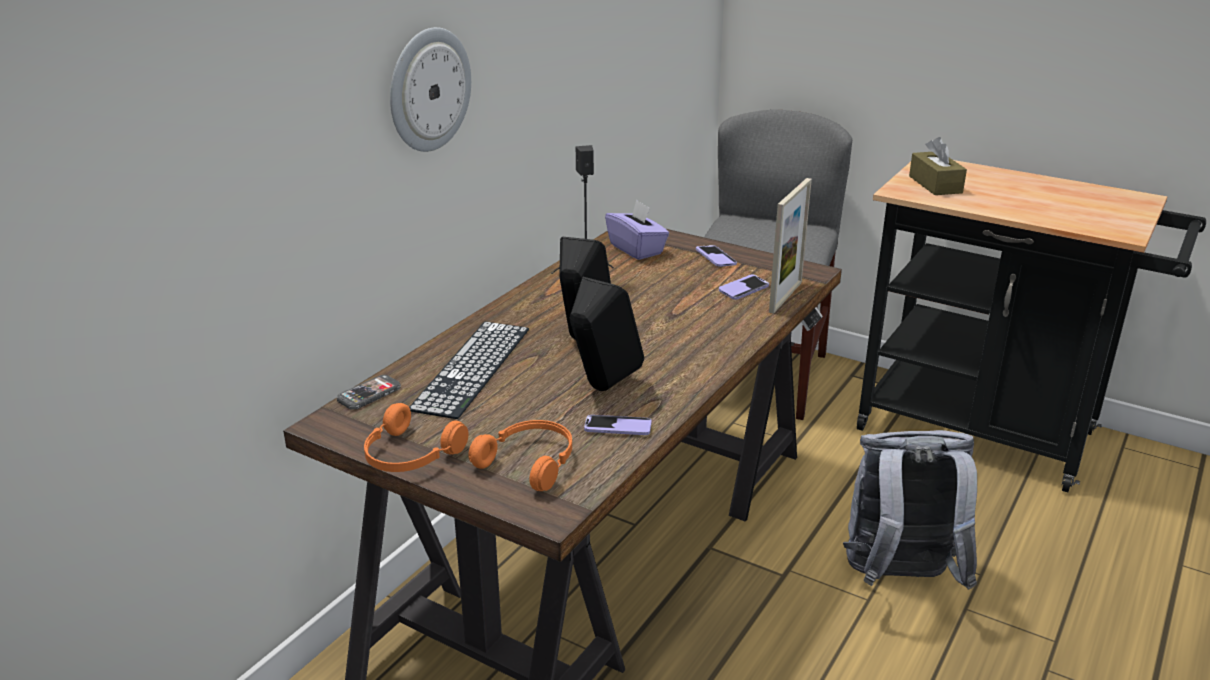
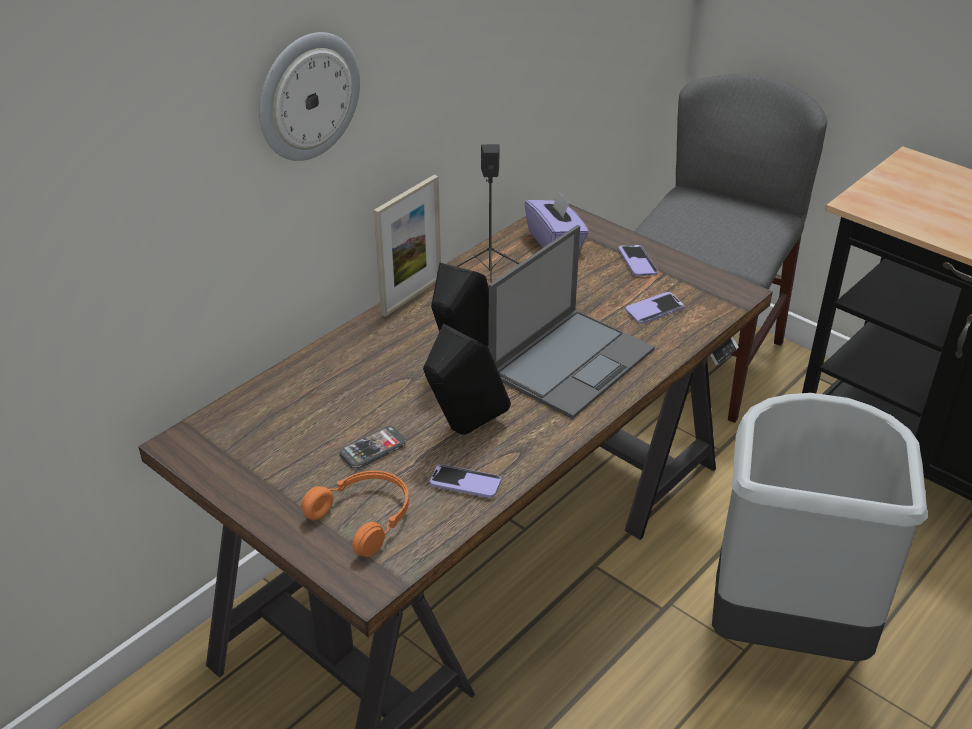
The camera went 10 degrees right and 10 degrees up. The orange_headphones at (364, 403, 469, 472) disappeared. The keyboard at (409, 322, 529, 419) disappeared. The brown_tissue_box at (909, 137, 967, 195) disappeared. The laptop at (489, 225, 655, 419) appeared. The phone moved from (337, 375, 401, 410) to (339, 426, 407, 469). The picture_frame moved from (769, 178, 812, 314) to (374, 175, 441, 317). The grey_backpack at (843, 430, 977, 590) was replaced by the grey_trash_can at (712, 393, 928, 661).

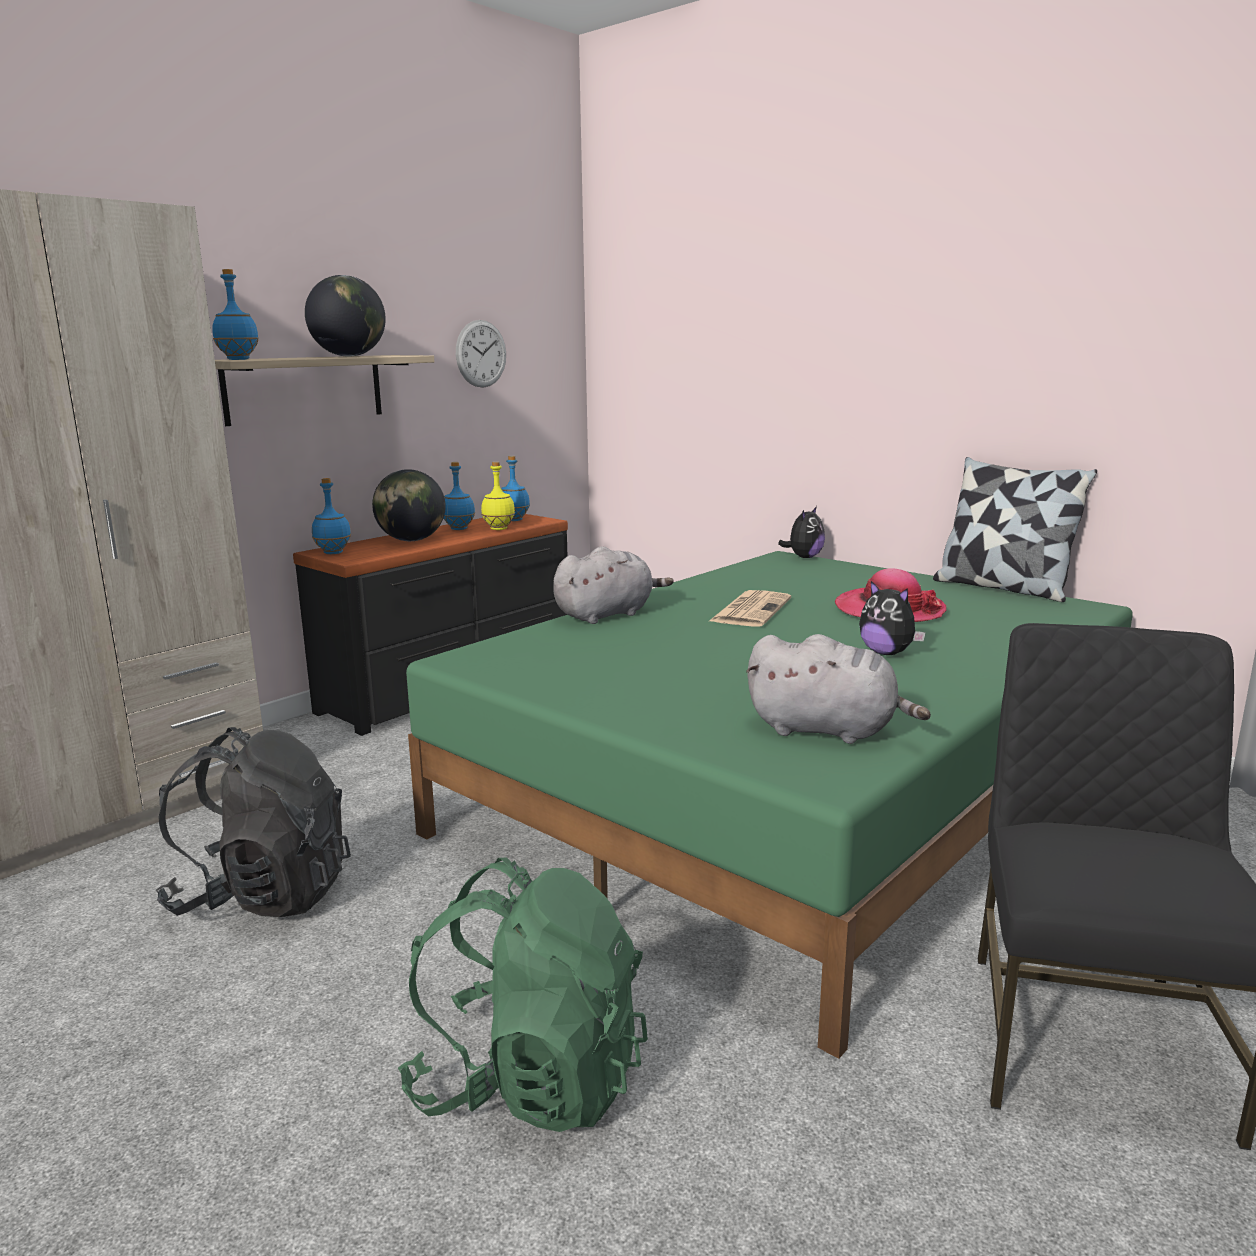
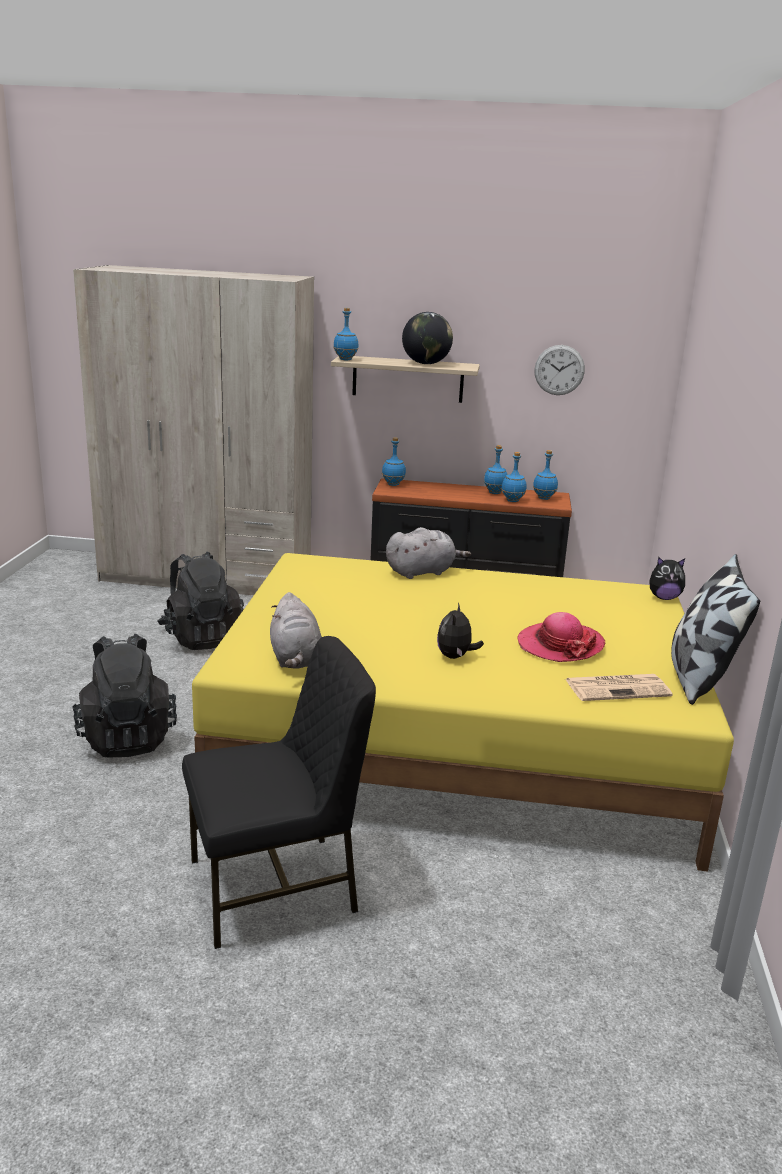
The camera went 55 degrees right and 5 degrees up. The globe at (372, 469, 446, 541) disappeared. The newspaper moved from (708, 590, 791, 627) to (565, 674, 673, 701). The green_backpack at (398, 857, 648, 1132) became the black_backpack at (72, 634, 177, 758). The green_bed at (406, 551, 1133, 1059) became the yellow_bed at (192, 553, 734, 872). The yellow_bottle at (481, 462, 515, 530) became the blue_bottle at (501, 452, 527, 502). The grey_plush_toy at (553, 546, 673, 624) turned 45 degrees counterclockwise.

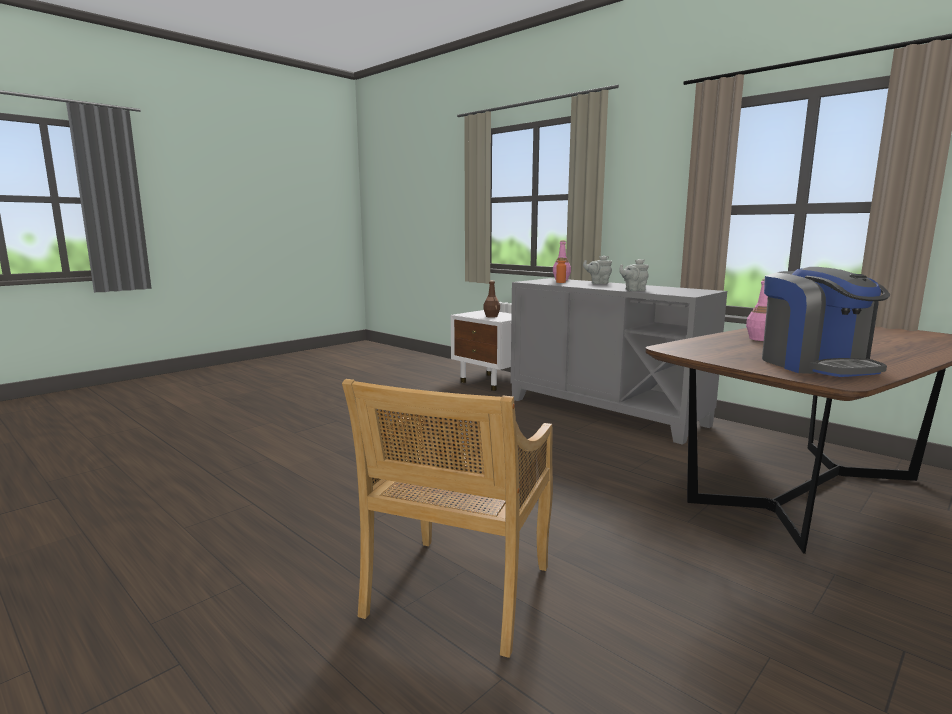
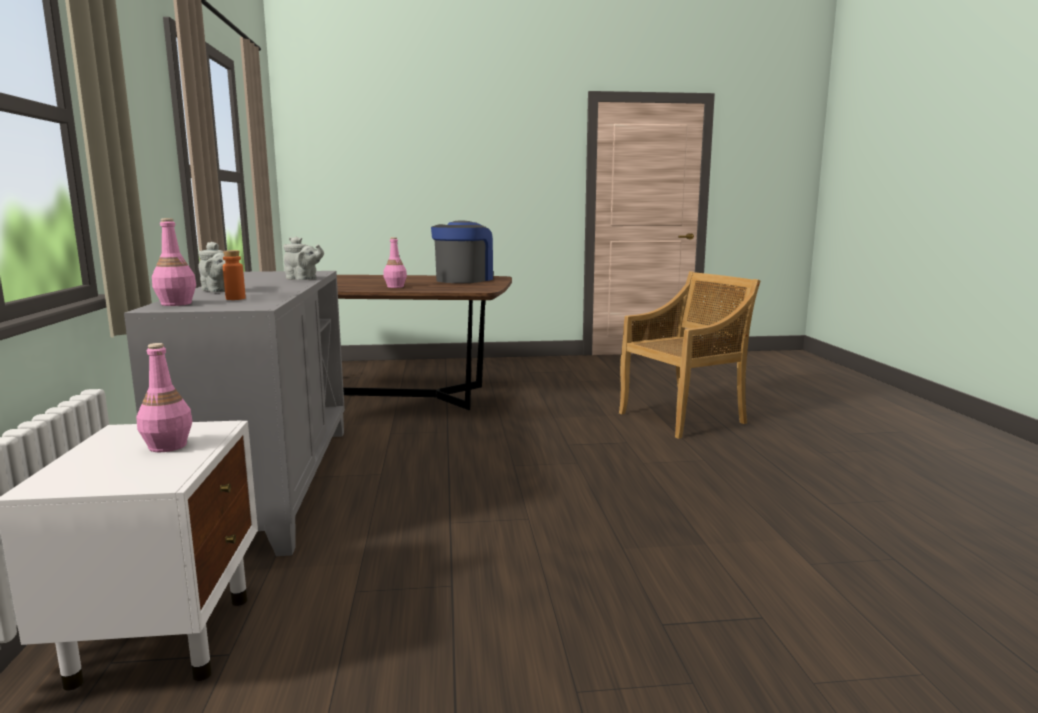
The camera went 140 degrees left and 0 degrees up. The brown_bottle at (483, 280, 500, 318) became the pink_bottle at (136, 343, 192, 452).

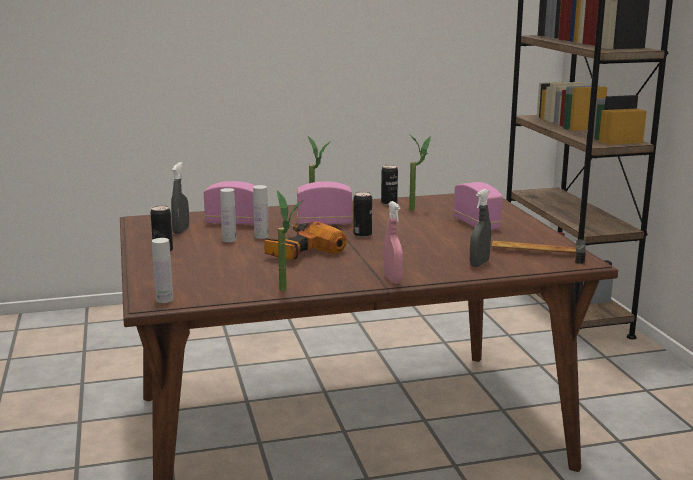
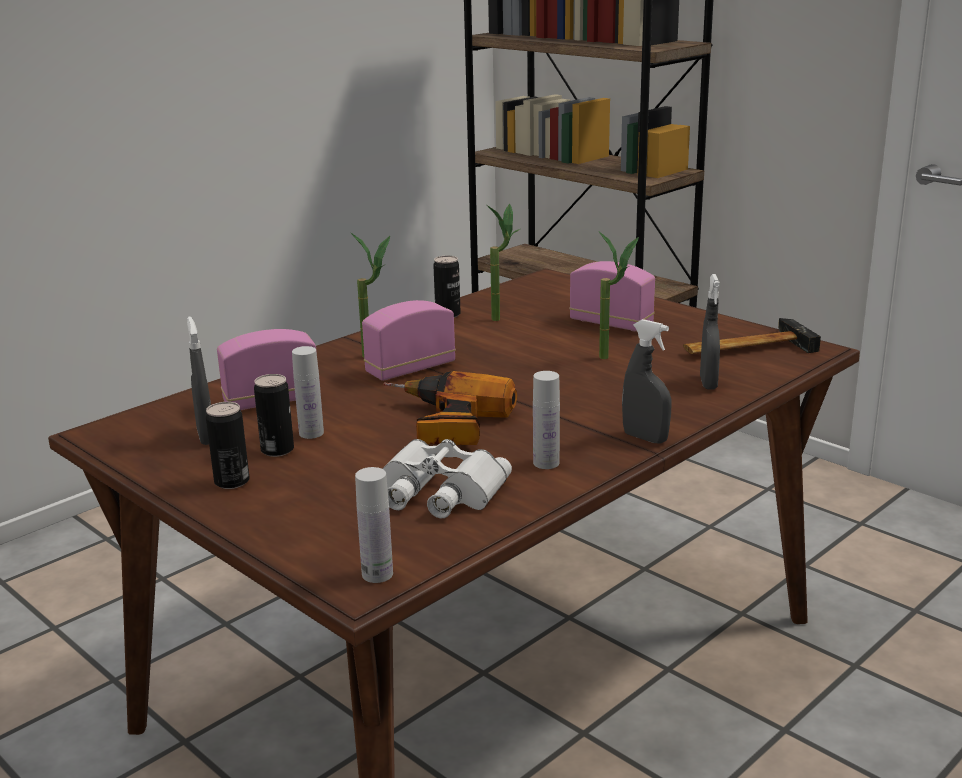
The camera went 30 degrees left and 5 degrees up. The white_binoculars at (382, 439, 512, 518) appeared. The white_bottle moved from (253, 185, 269, 239) to (533, 371, 560, 469). The potted_plant moved from (277, 190, 303, 291) to (599, 232, 639, 359). The can moved from (354, 191, 372, 237) to (254, 374, 294, 457). The pink_spray_bottle at (384, 201, 403, 284) became the grey_spray_bottle at (622, 319, 671, 444).

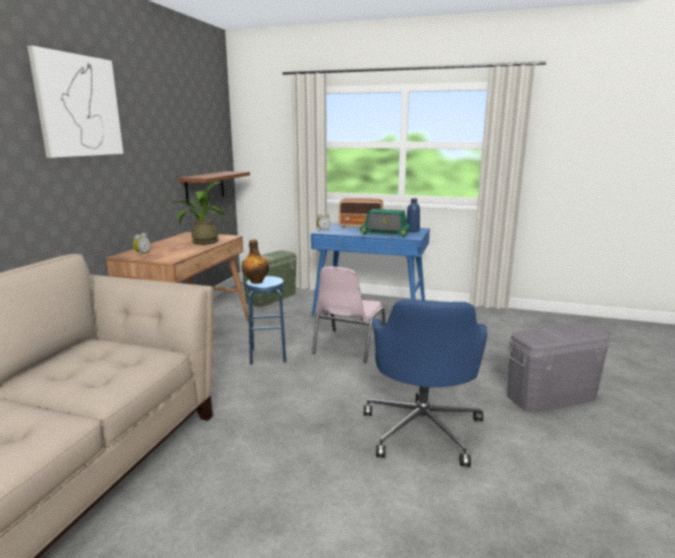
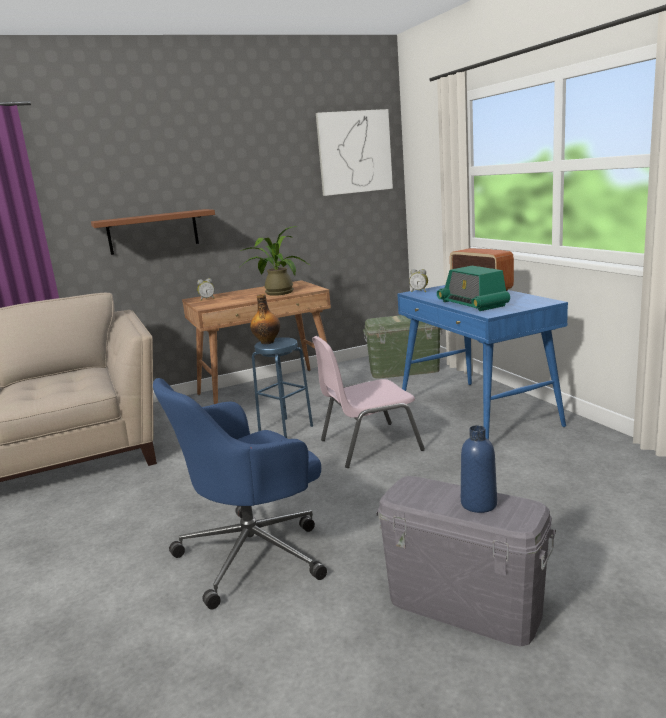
The camera went 50 degrees right and 0 degrees up. The picture moved from (27, 46, 124, 158) to (316, 109, 393, 196). The brown_shelf moved from (178, 171, 250, 205) to (91, 209, 215, 255). The blue_bottle moved from (407, 198, 420, 232) to (461, 425, 497, 513).

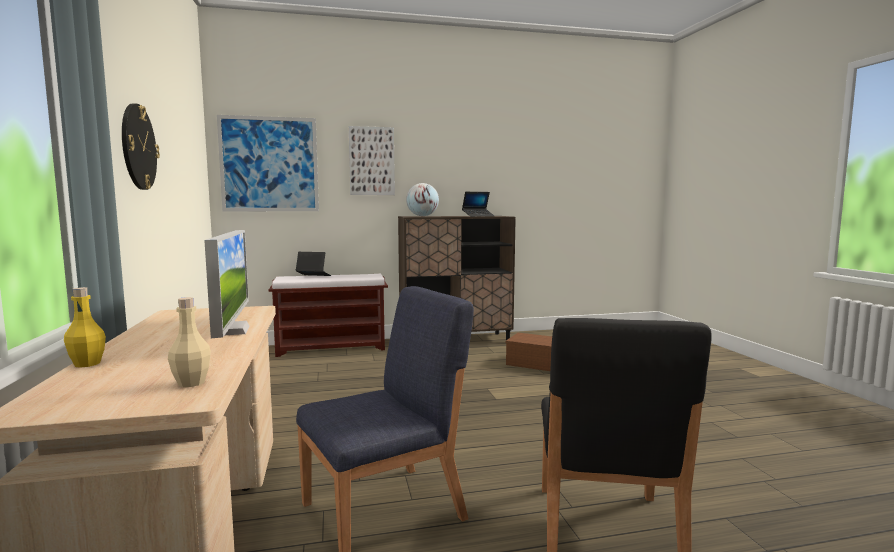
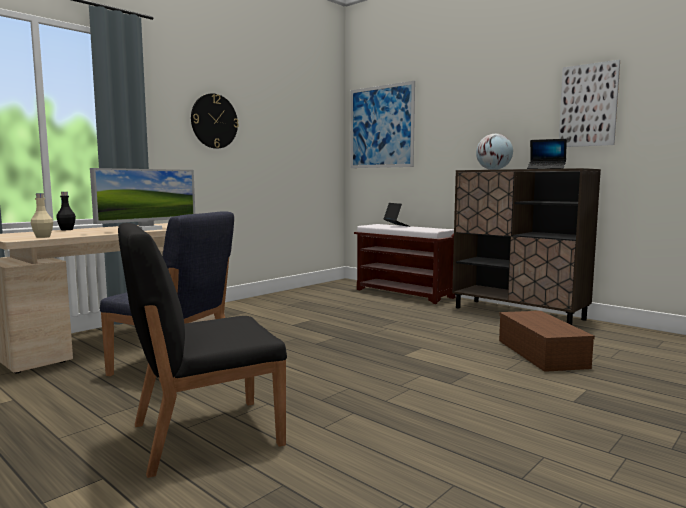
The camera went 55 degrees right and 0 degrees up. The picture moved from (348, 126, 395, 195) to (559, 60, 620, 147). The yellow_bottle at (64, 287, 106, 368) became the black_bottle at (56, 192, 76, 230).

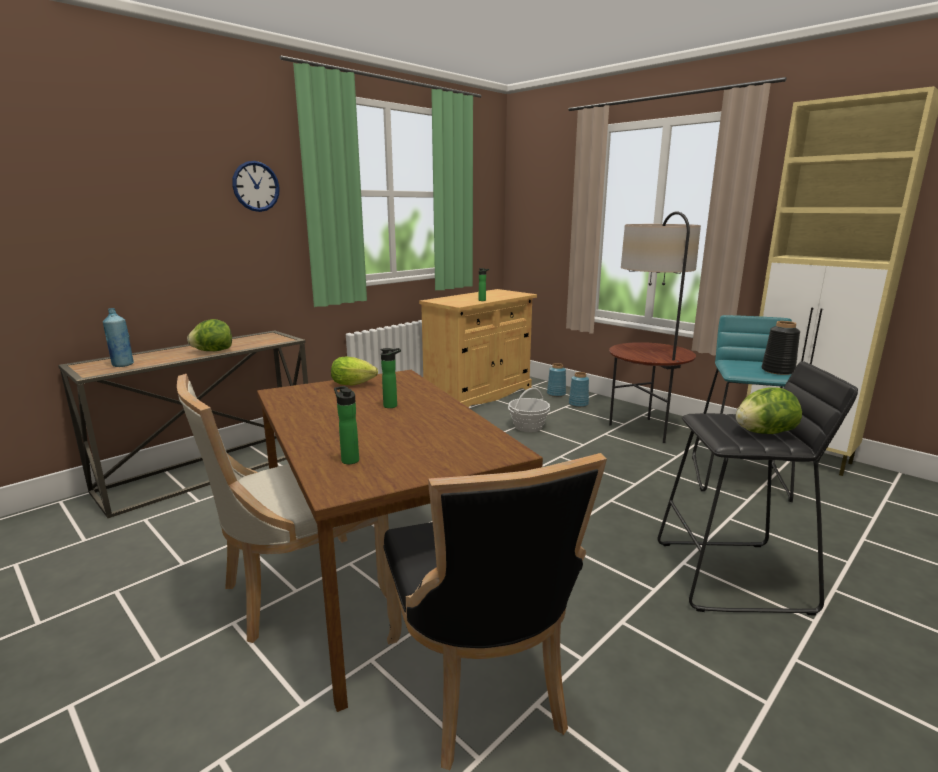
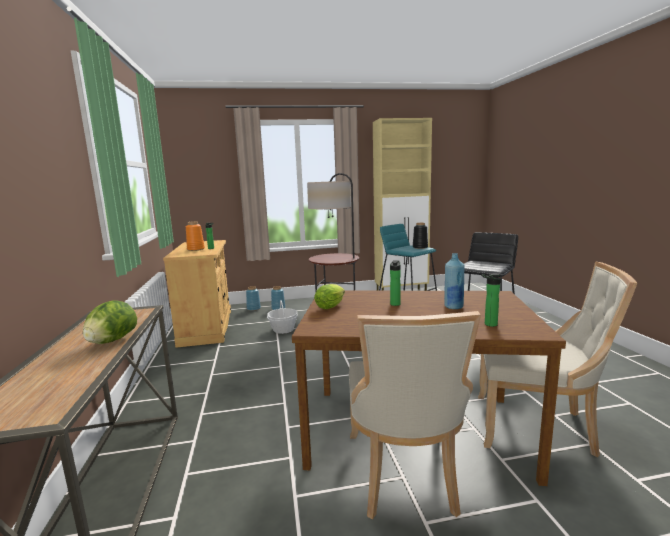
The camera went 55 degrees left and 5 degrees down. The wall_clock at (232, 161, 280, 212) disappeared. The lettuce at (736, 387, 802, 434) disappeared. The orange_vase at (186, 221, 205, 251) appeared. The blue_bottle moved from (103, 308, 134, 367) to (444, 253, 465, 309). The black_chair at (383, 453, 607, 770) became the beige_chair at (478, 262, 637, 457).

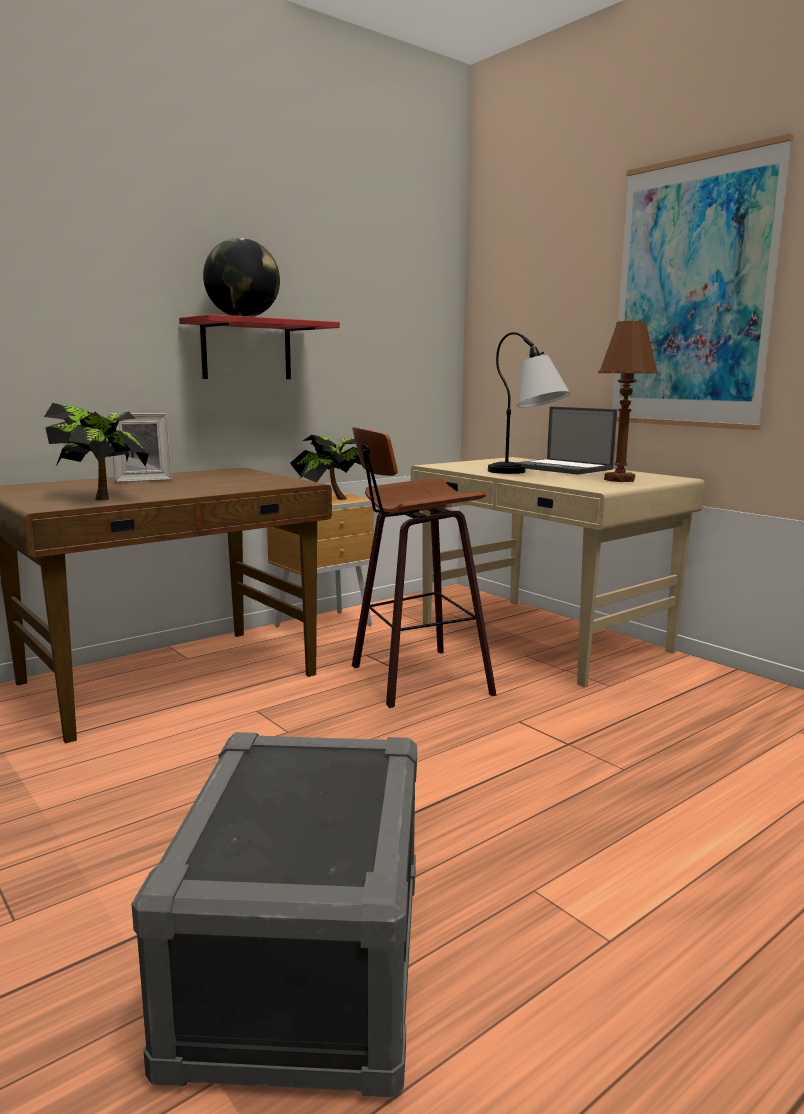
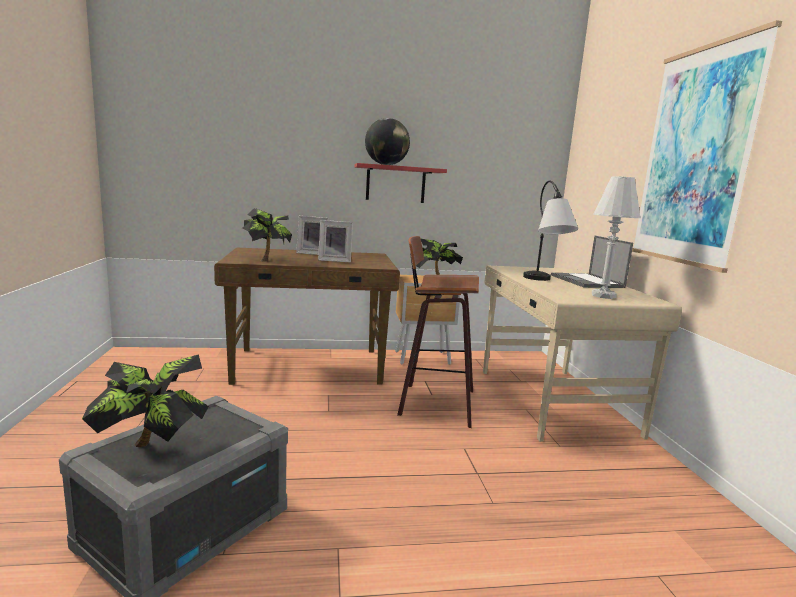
The camera went 30 degrees right and 0 degrees up. The potted_plant at (82, 354, 209, 447) appeared. The picture_frame at (318, 220, 353, 263) appeared. The brown_table_lamp at (598, 321, 658, 482) became the white_table_lamp at (592, 176, 641, 299).

